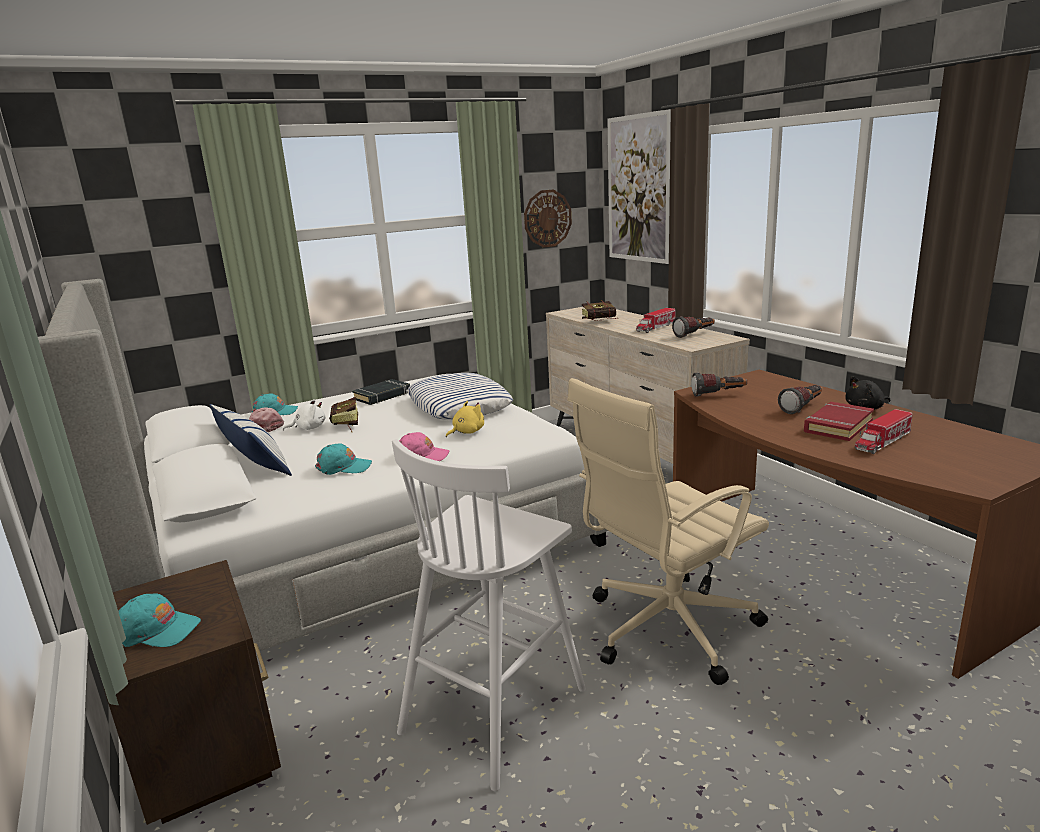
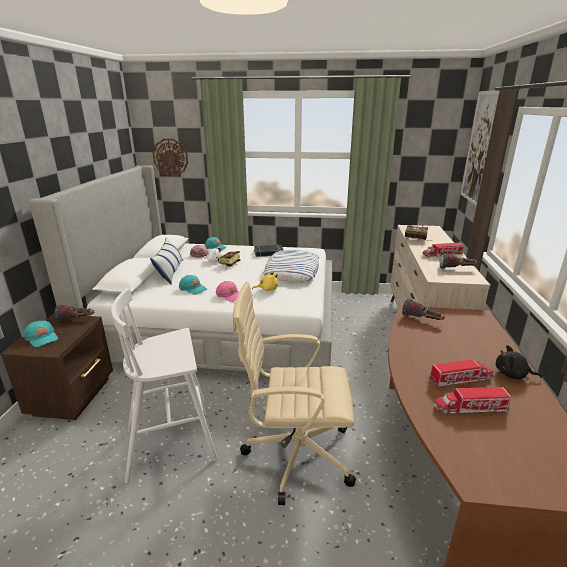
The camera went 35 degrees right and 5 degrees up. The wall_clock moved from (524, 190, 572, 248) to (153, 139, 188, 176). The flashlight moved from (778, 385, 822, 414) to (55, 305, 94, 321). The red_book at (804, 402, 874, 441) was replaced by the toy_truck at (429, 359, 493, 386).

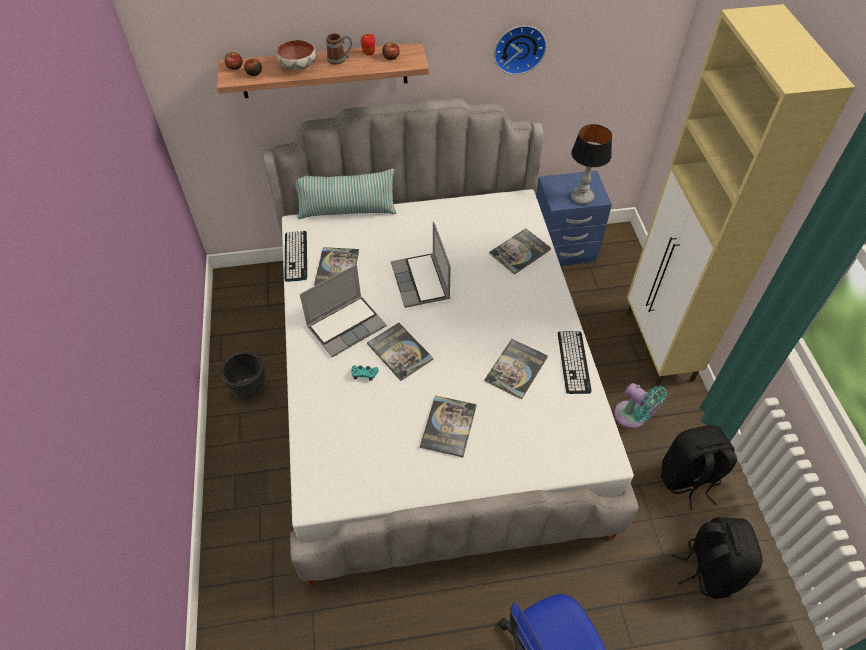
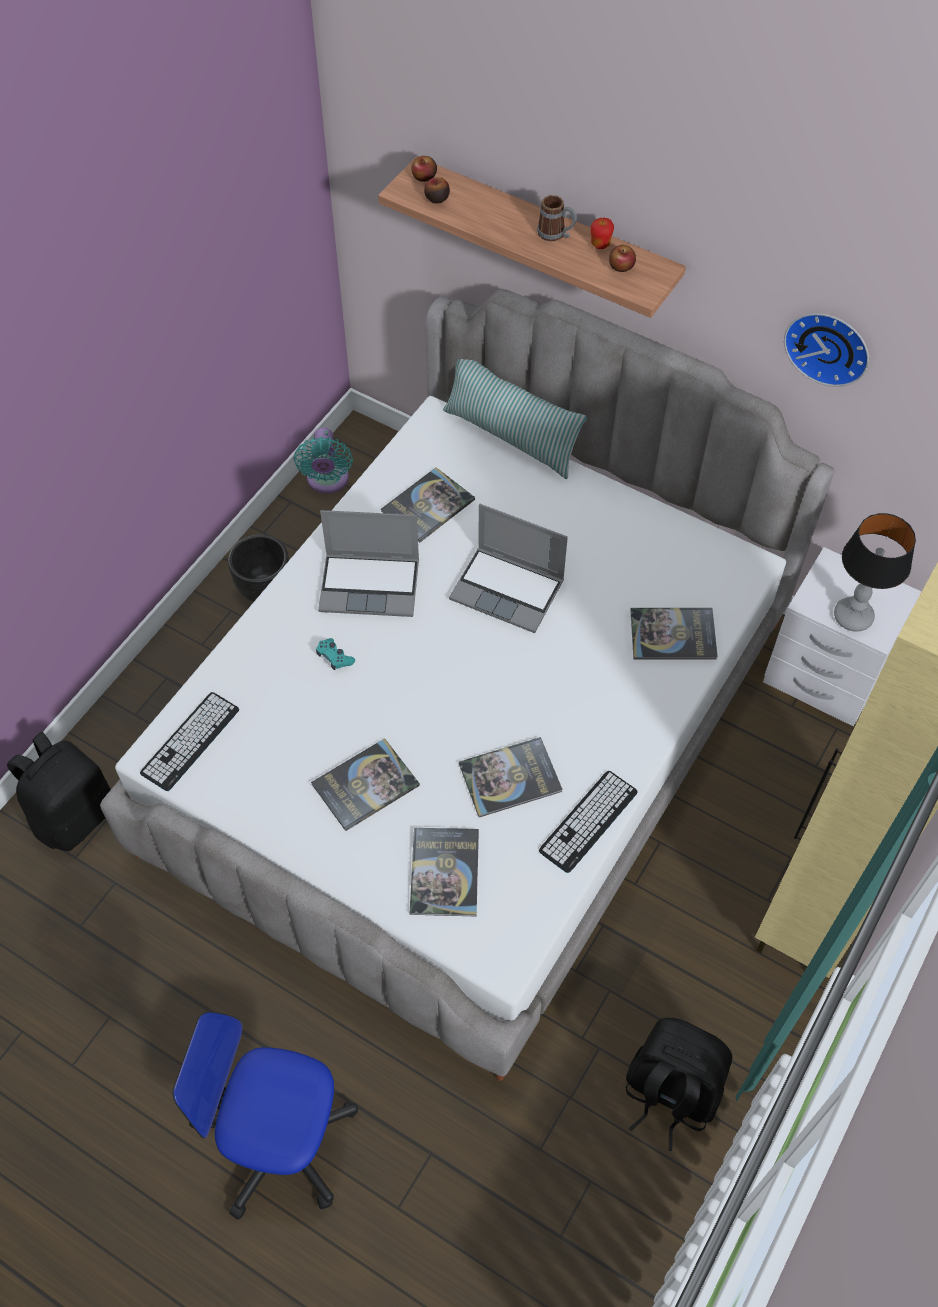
The camera went 40 degrees right and 5 degrees up. The bowl at (276, 40, 317, 70) disappeared. The keyboard moved from (285, 231, 307, 282) to (140, 692, 239, 791). The book moved from (367, 323, 433, 381) to (410, 828, 479, 917). The turquoise_fan moved from (614, 383, 667, 429) to (294, 427, 353, 493). The black_backpack moved from (671, 517, 762, 599) to (7, 731, 111, 851). The blue_nightstand at (536, 171, 612, 266) became the white_nightstand at (763, 547, 921, 727). The laptop at (391, 221, 451, 308) turned 90 degrees counterclockwise.

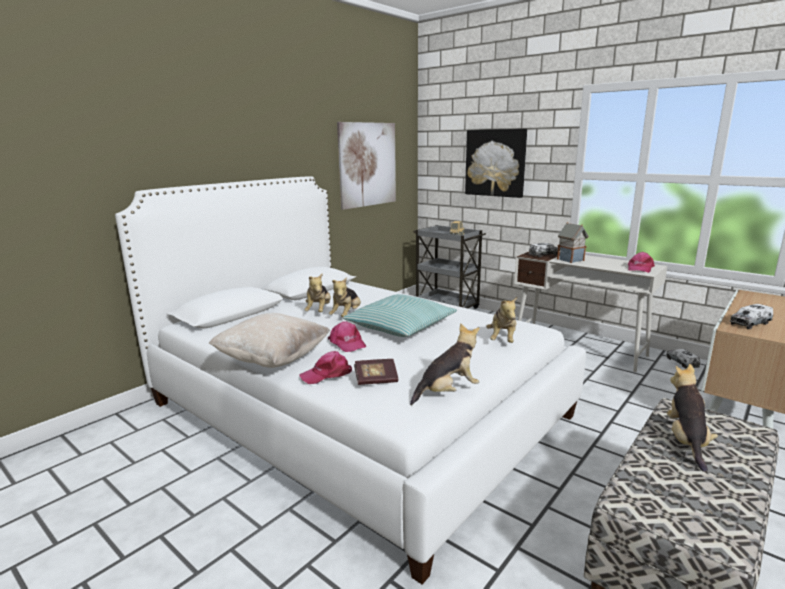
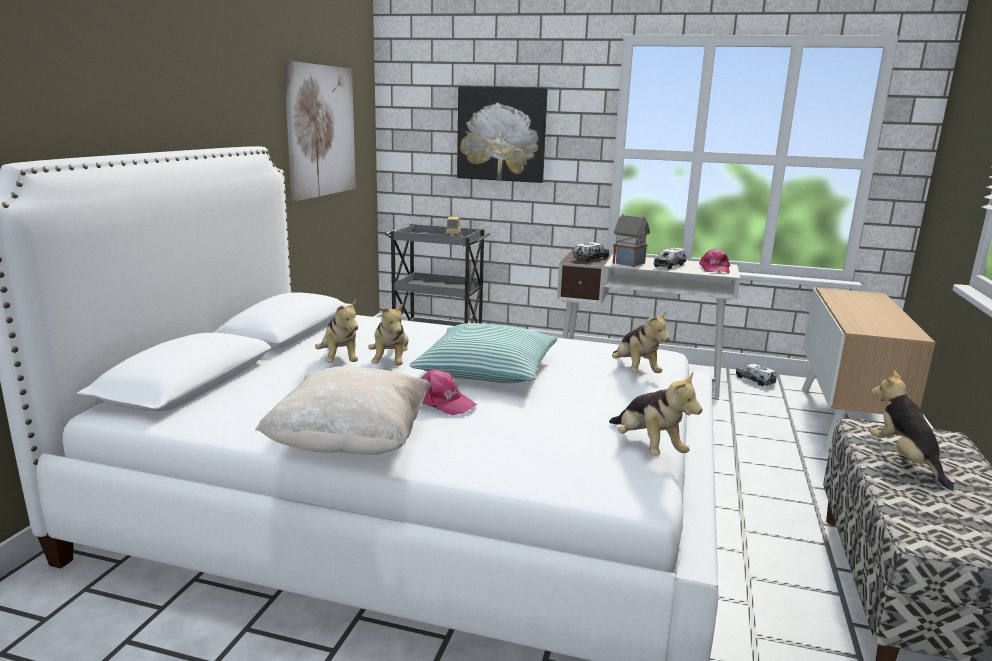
The camera went 25 degrees left and 0 degrees up. The pink_cap at (299, 351, 352, 384) disappeared. The book at (354, 359, 398, 385) disappeared. The toy_truck moved from (730, 304, 773, 329) to (653, 247, 686, 269). The plush_toy at (410, 323, 480, 405) turned 120 degrees clockwise.

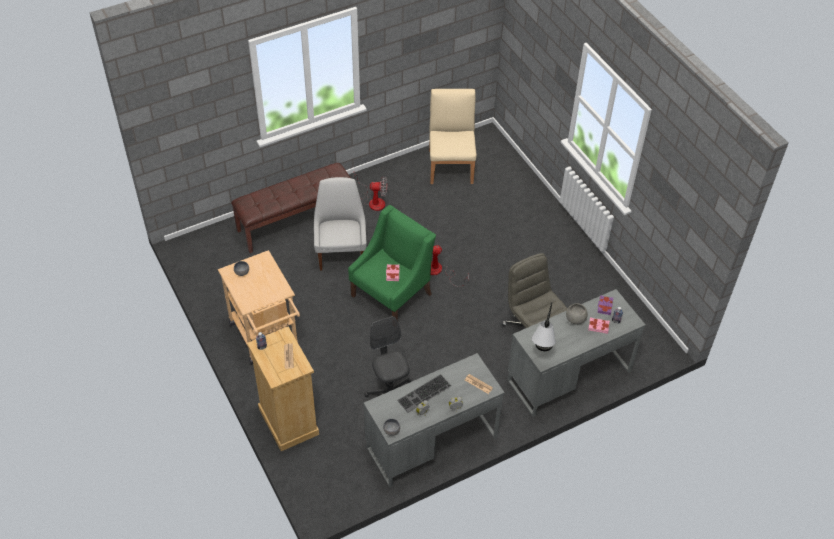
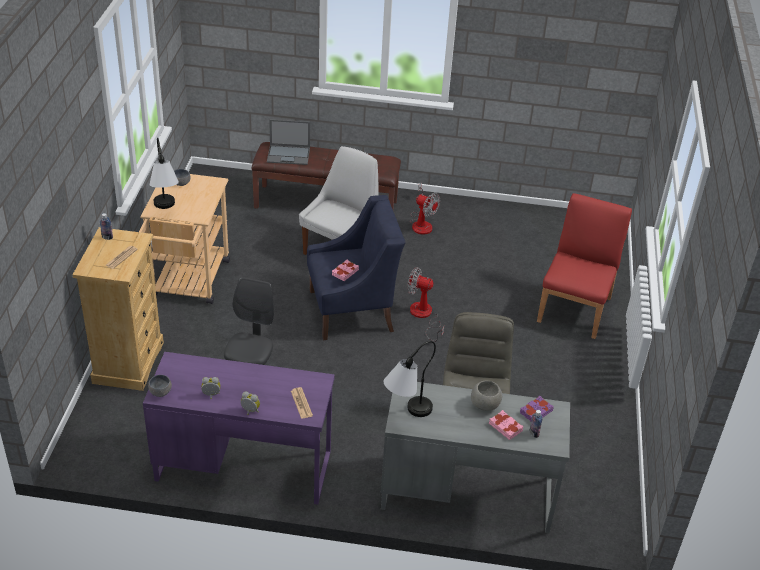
The camera went 35 degrees right and 10 degrees down. The keyboard at (397, 374, 451, 413) disappeared. The beige_chair at (429, 89, 477, 184) disappeared. The table_lamp at (149, 138, 179, 209) appeared. The laptop at (267, 119, 310, 165) appeared. The red_chair at (537, 193, 632, 339) appeared. The green_armchair at (348, 205, 436, 321) became the blue_armchair at (307, 195, 406, 340). The grey_desk at (364, 353, 505, 488) became the purple_desk at (143, 352, 335, 504).

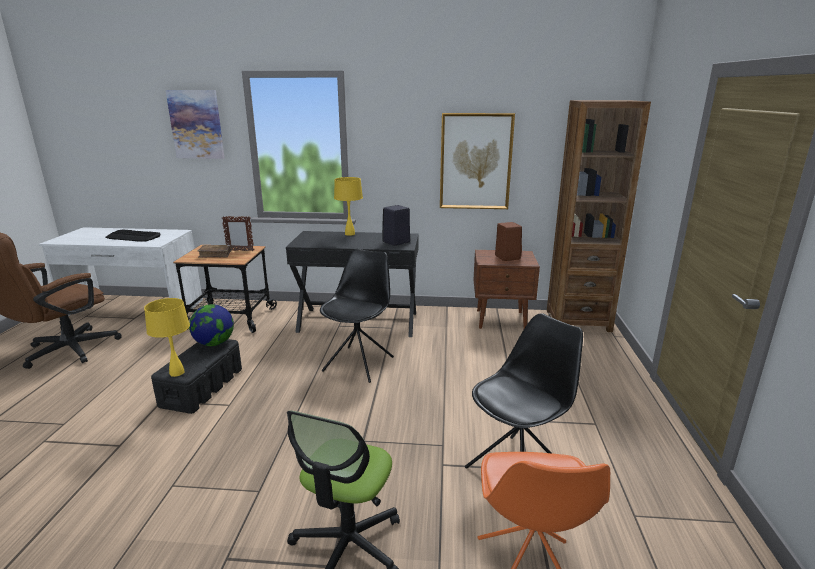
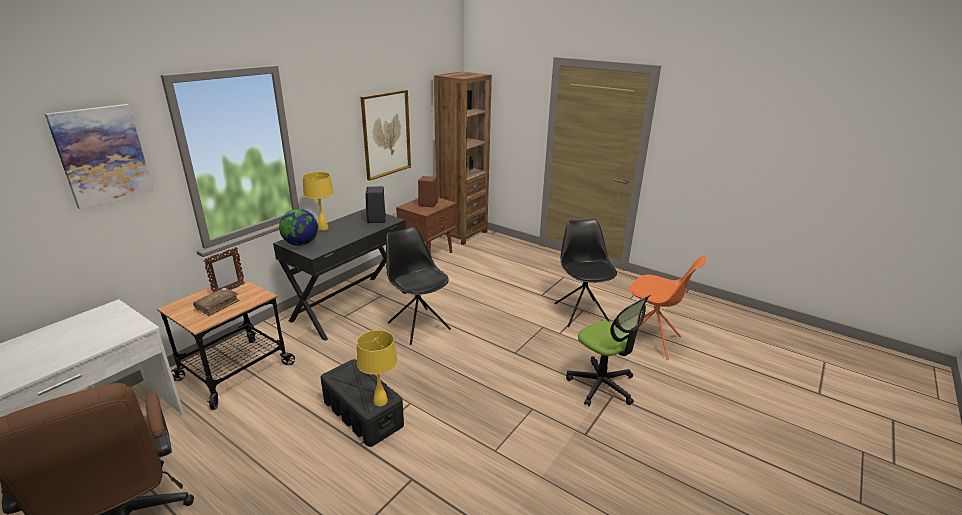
The camera went 60 degrees left and 5 degrees up. The keyboard at (105, 230, 161, 241) disappeared. The globe moved from (189, 304, 234, 346) to (279, 209, 318, 246).

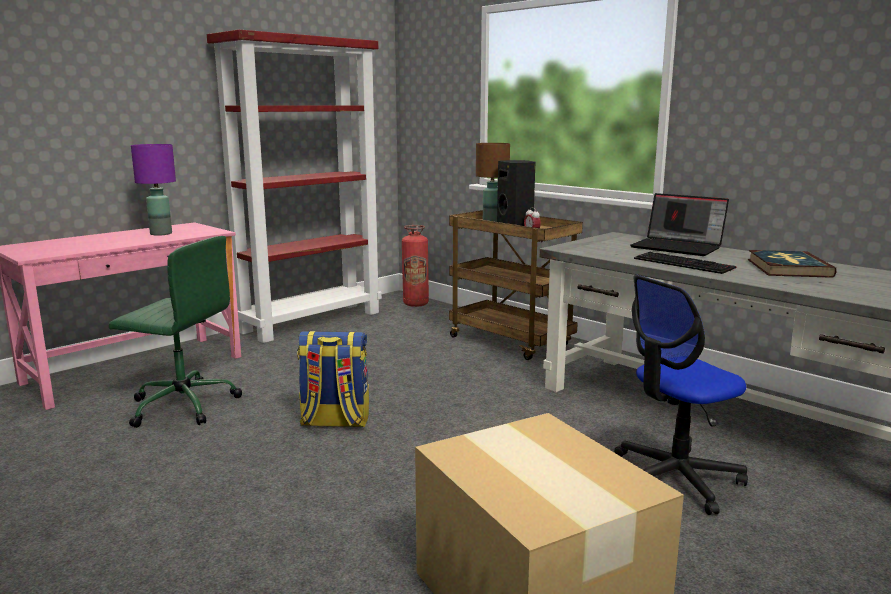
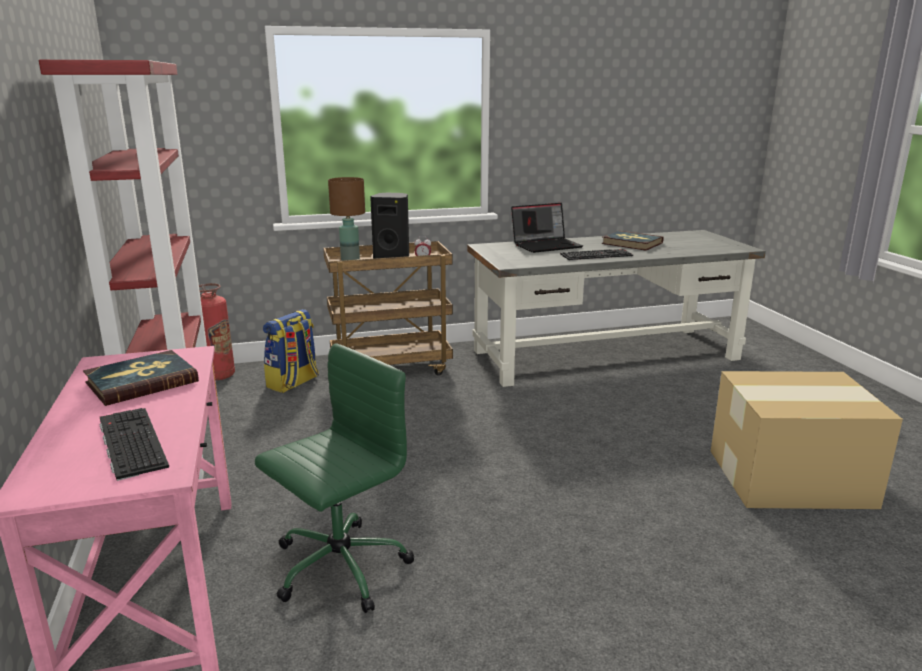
The camera went 60 degrees left and 5 degrees up. The office_chair at (614, 275, 748, 515) disappeared. The keyboard at (99, 408, 169, 481) appeared. The backpack moved from (297, 331, 369, 427) to (263, 309, 319, 393). The purple_table_lamp at (131, 144, 176, 236) was replaced by the book at (83, 350, 199, 406).

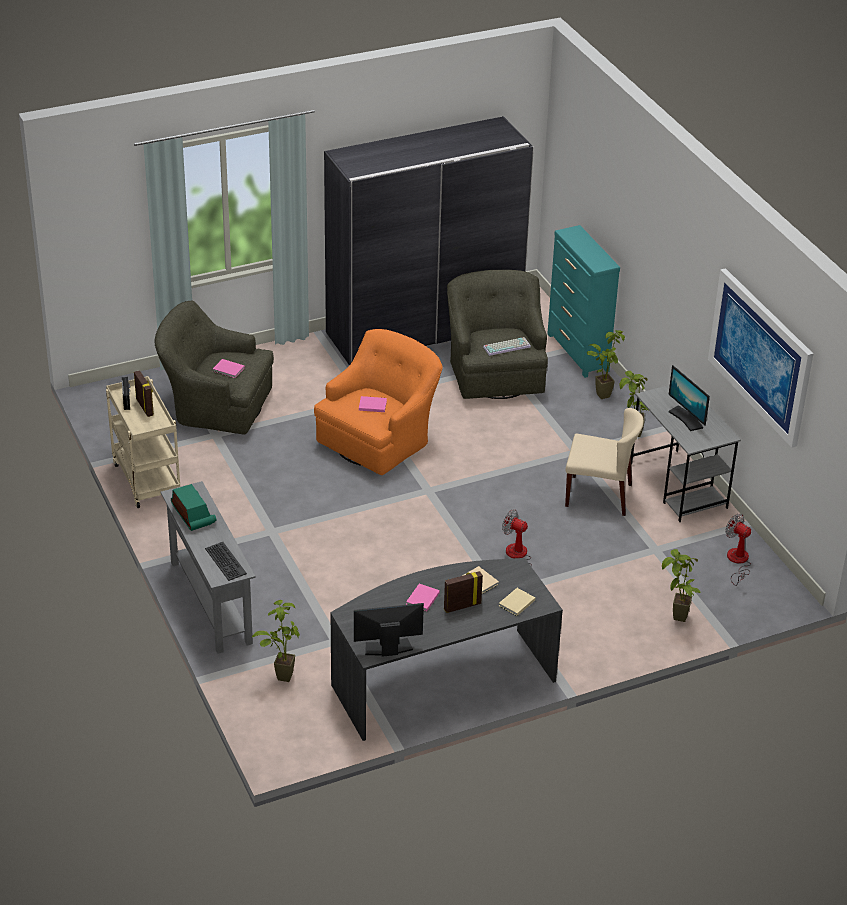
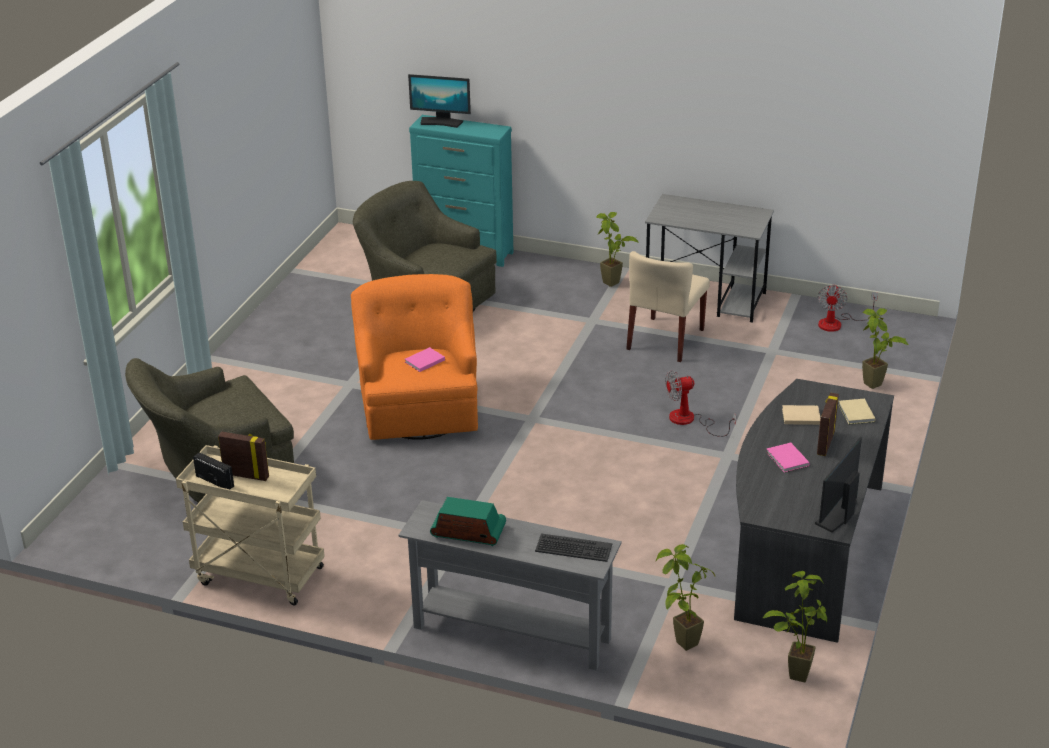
The camera went 45 degrees left and 5 degrees down. The pink_book at (213, 359, 245, 378) disappeared. The grey_wardrobe at (324, 116, 534, 365) disappeared. The keyboard at (483, 337, 531, 356) disappeared. The picture at (708, 268, 813, 448) disappeared. The potted_plant moved from (587, 330, 625, 399) to (762, 571, 827, 682). The monitor moved from (668, 365, 710, 431) to (408, 74, 471, 128). The beige_chair at (565, 408, 644, 516) turned 150 degrees clockwise. The fan at (725, 514, 751, 586) turned 75 degrees counterclockwise.

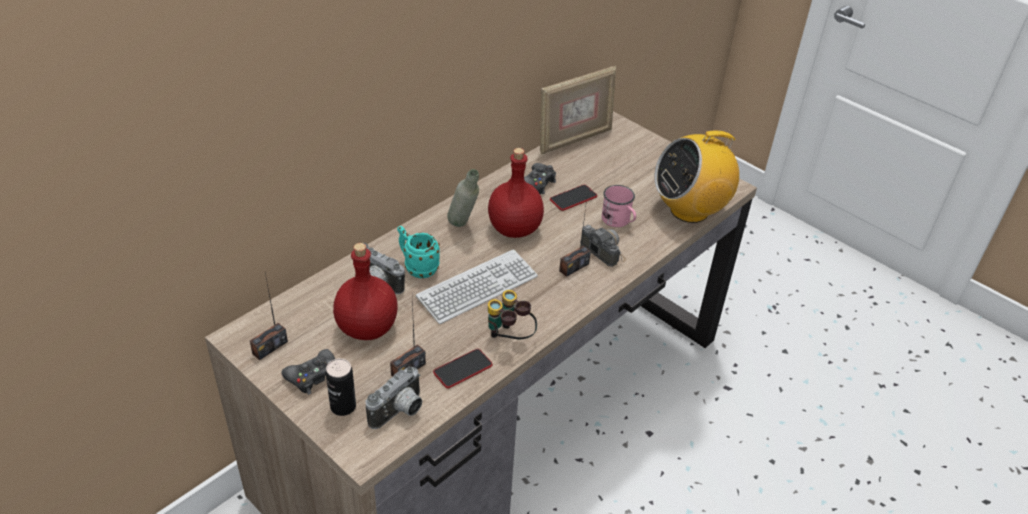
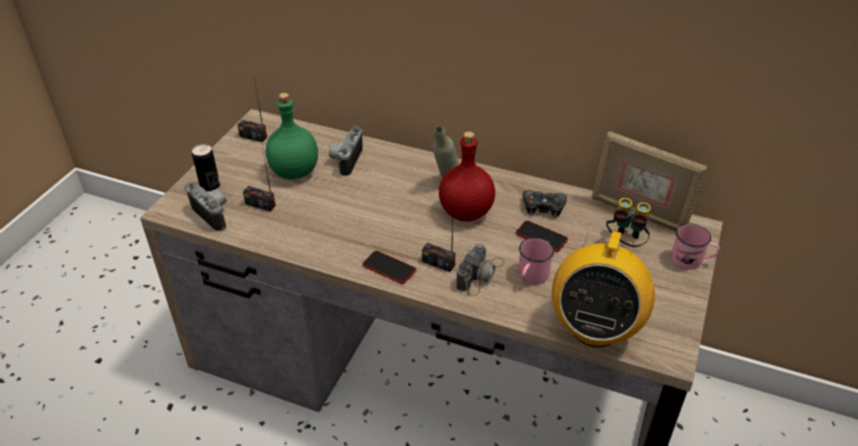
The camera went 70 degrees right and 0 degrees up. The black_game_controller at (281, 349, 335, 395) disappeared. The turquoise_mug at (397, 226, 440, 278) disappeared. The keyboard at (416, 249, 538, 324) disappeared. The pink_mug at (671, 223, 720, 270) appeared. The phone moved from (433, 349, 493, 388) to (362, 251, 416, 284). The binoculars moved from (488, 290, 537, 339) to (606, 198, 651, 247). The red_bottle at (333, 243, 398, 340) became the green_bottle at (266, 93, 318, 179). The photo_camera at (365, 367, 422, 429) turned 150 degrees counterclockwise. The radio at (654, 129, 739, 223) turned 120 degrees counterclockwise.

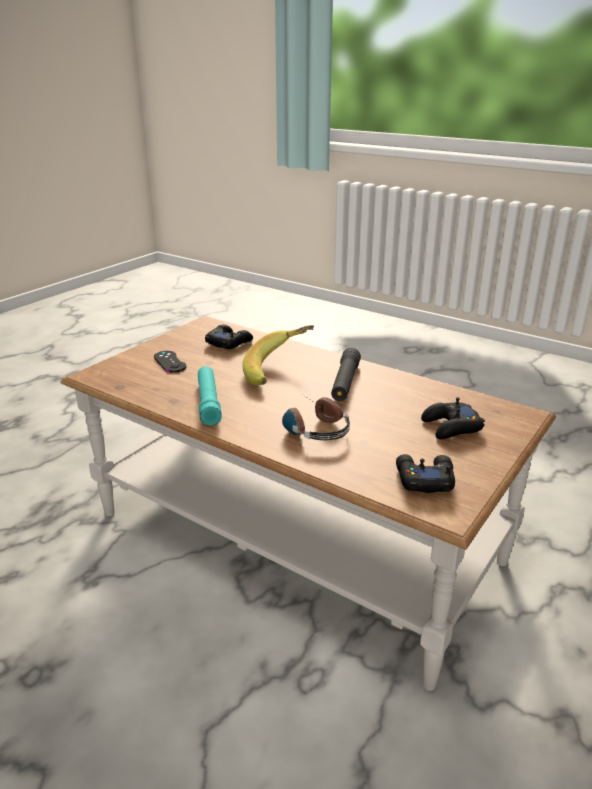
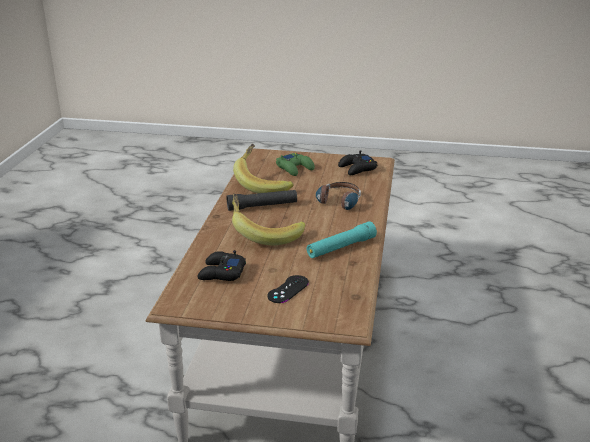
The camera went 115 degrees left and 0 degrees up. The banana at (233, 144, 294, 193) appeared. The black_game_controller at (421, 398, 485, 439) became the green_game_controller at (276, 153, 315, 176).

